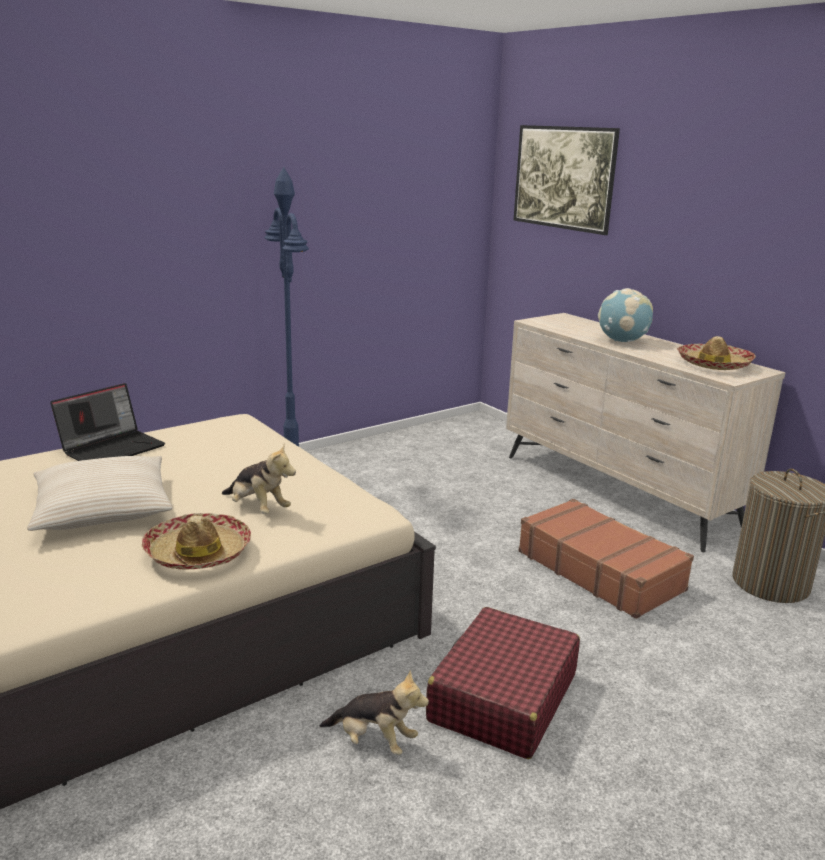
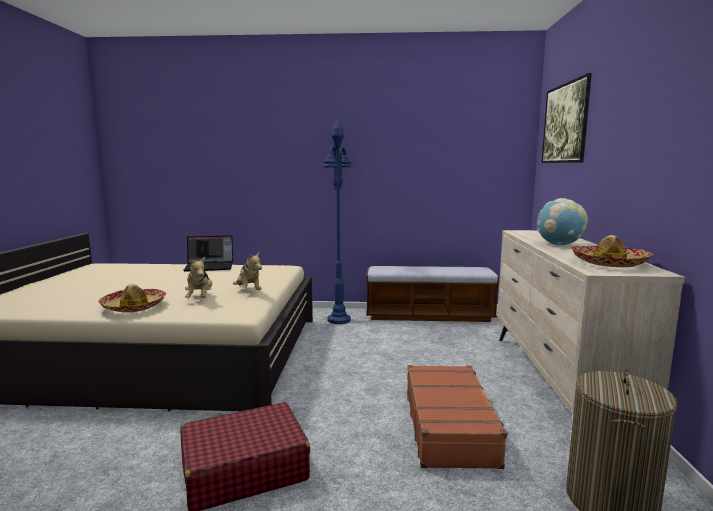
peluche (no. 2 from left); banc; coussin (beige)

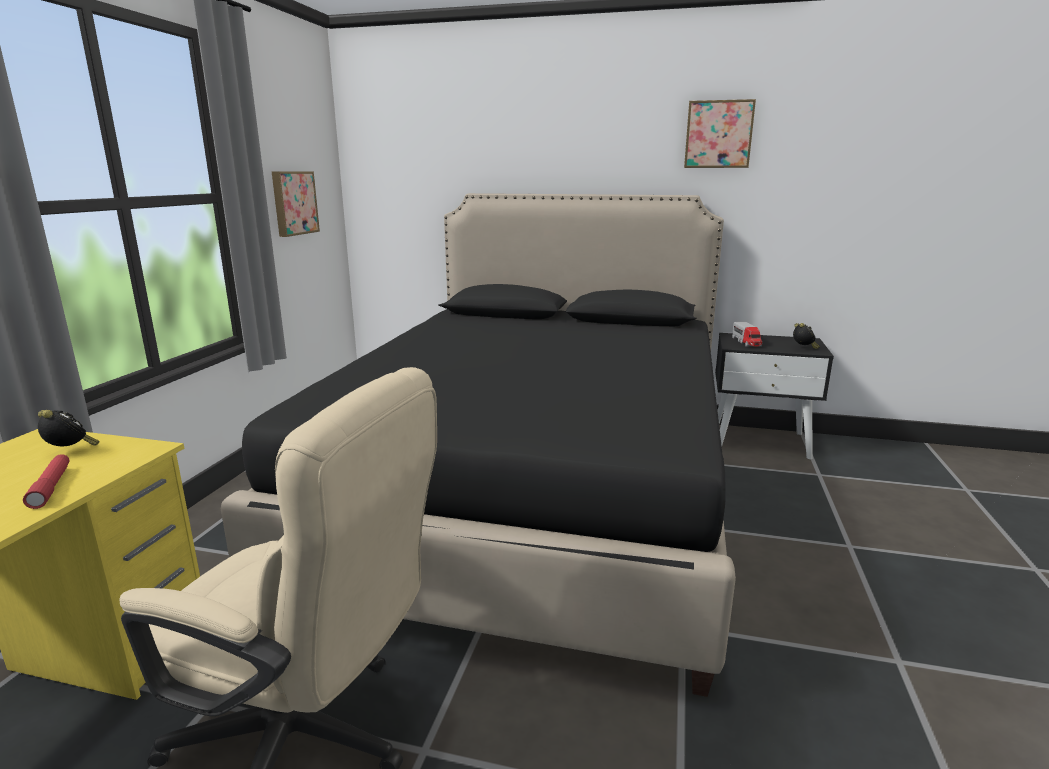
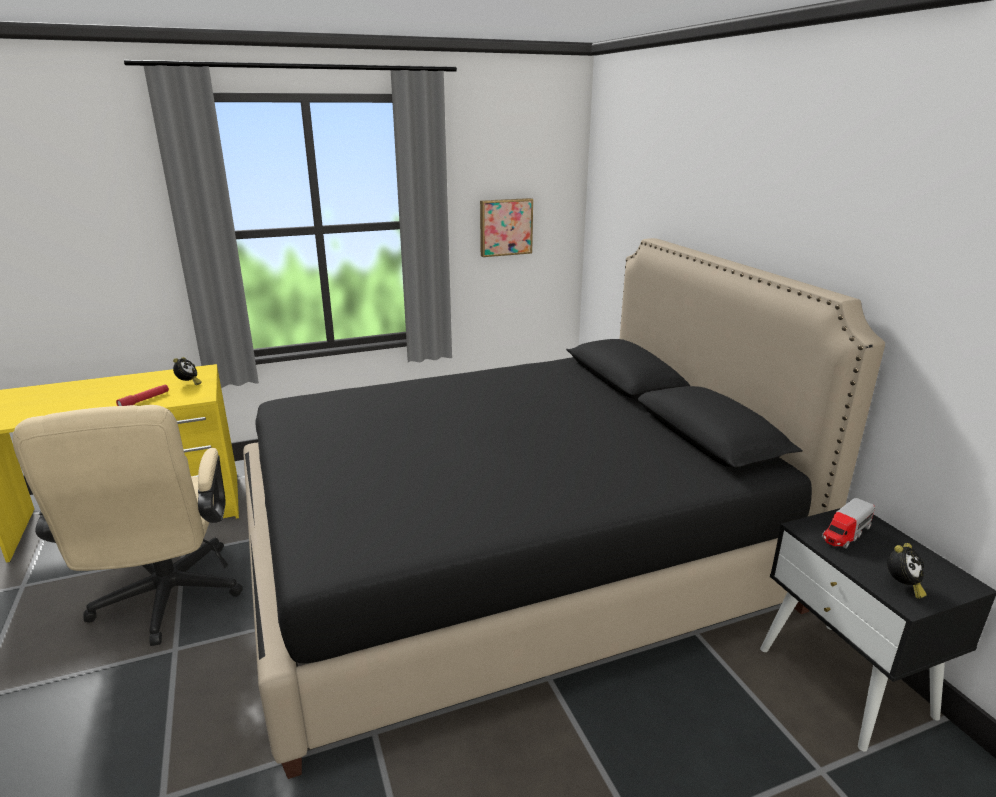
tableau (no. 2 from left in the first image)

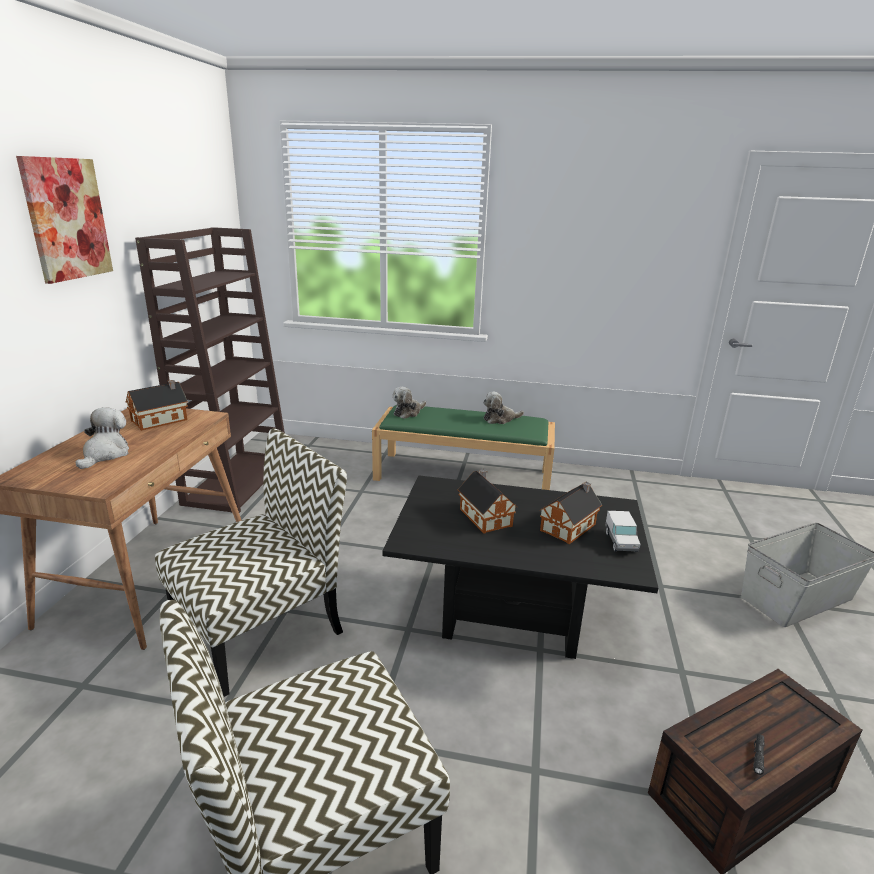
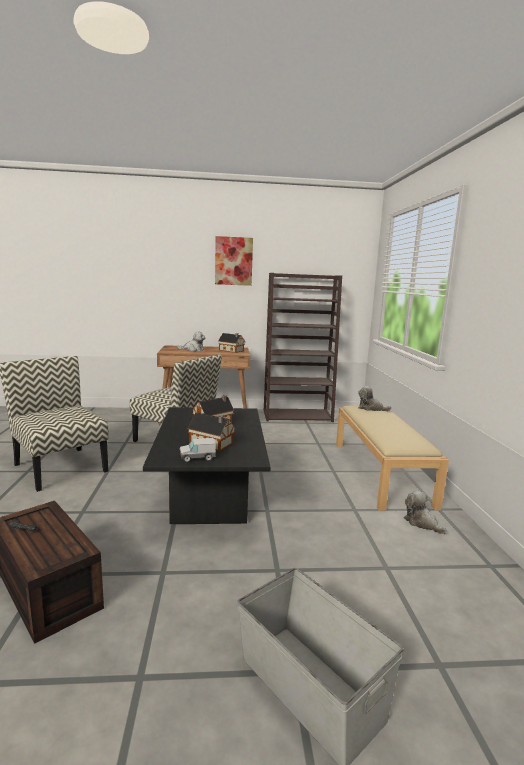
banc (beige); peluche (no. 3 from left)

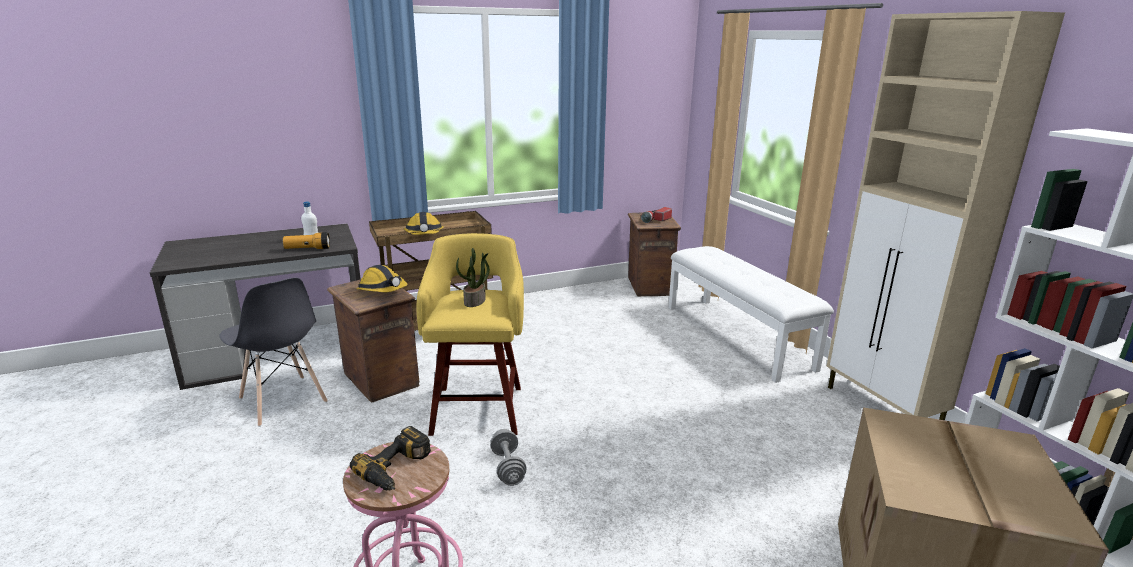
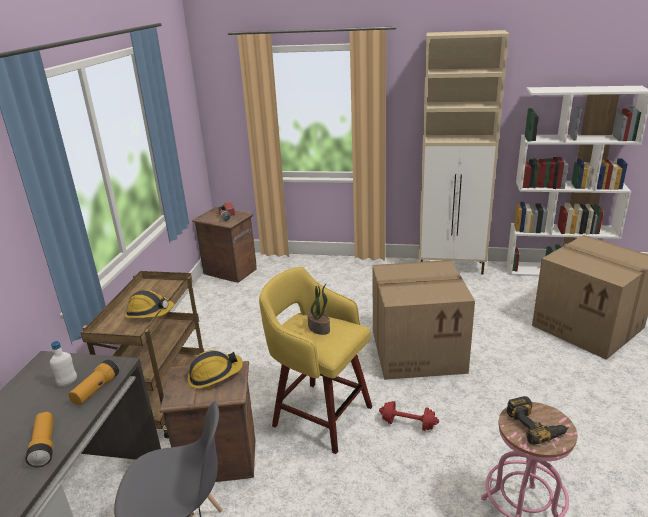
lampe de poche (no. 1 from left); carton (no. 1 from left); haltère (rouge); banc (blanc)

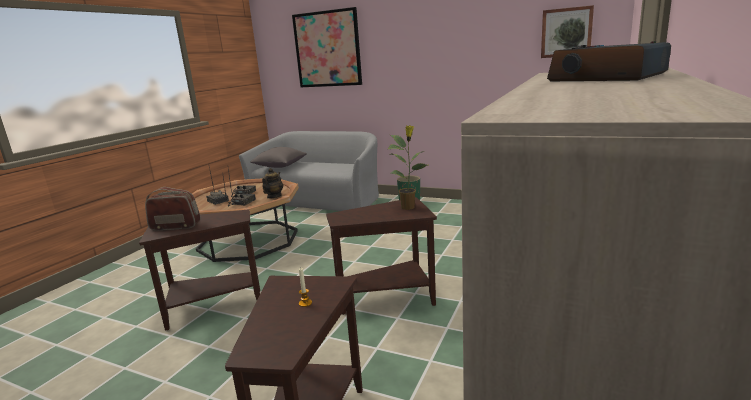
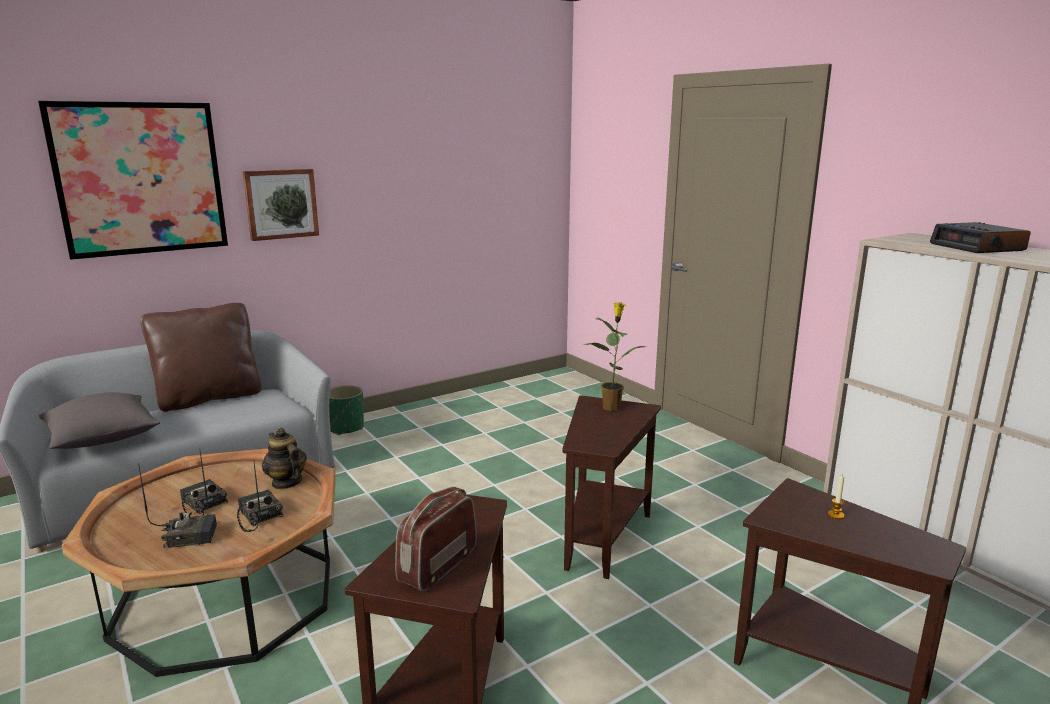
coussin (marron); tableau (no. 2 from left)

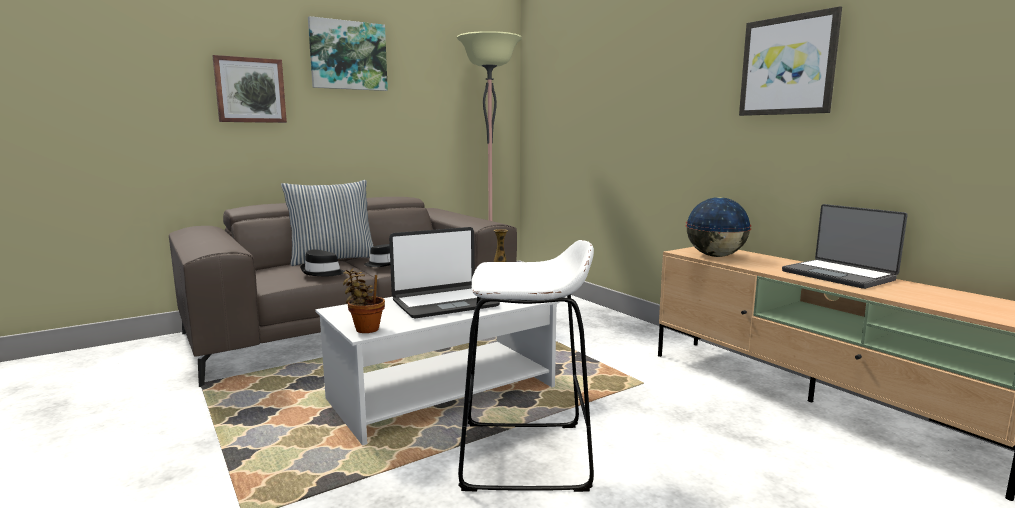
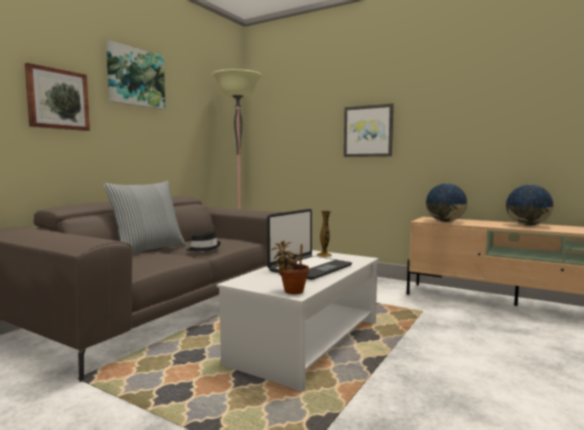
tableau (no. 3 from left); globe (no. 2 from left); chapeau (noir) (no. 1 from left in the first image); tabouret (blanc)

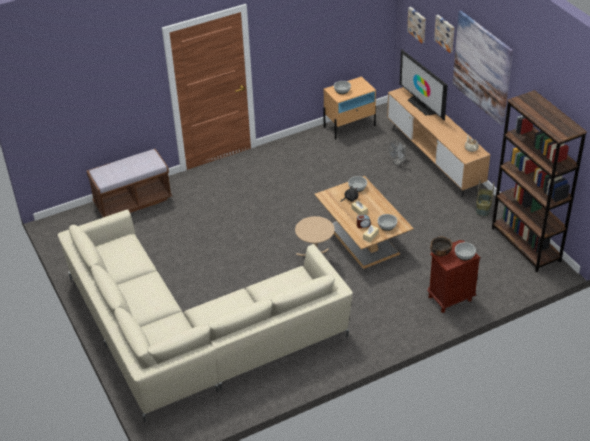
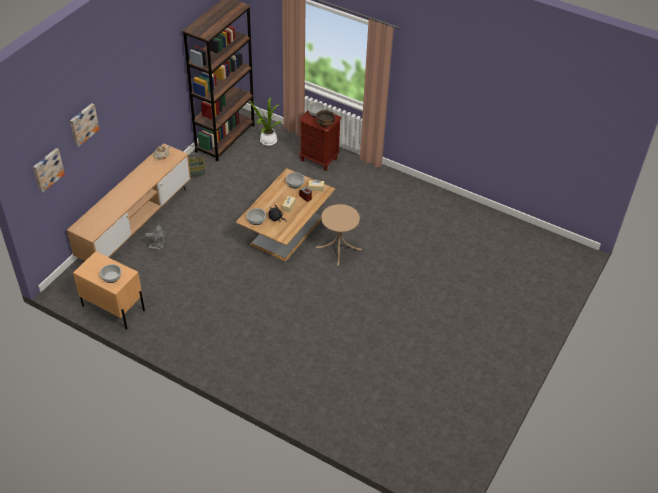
plante en pot; canapé (beige); banc (marron); téléviseur; tableau (no. 3 from left in the first image)

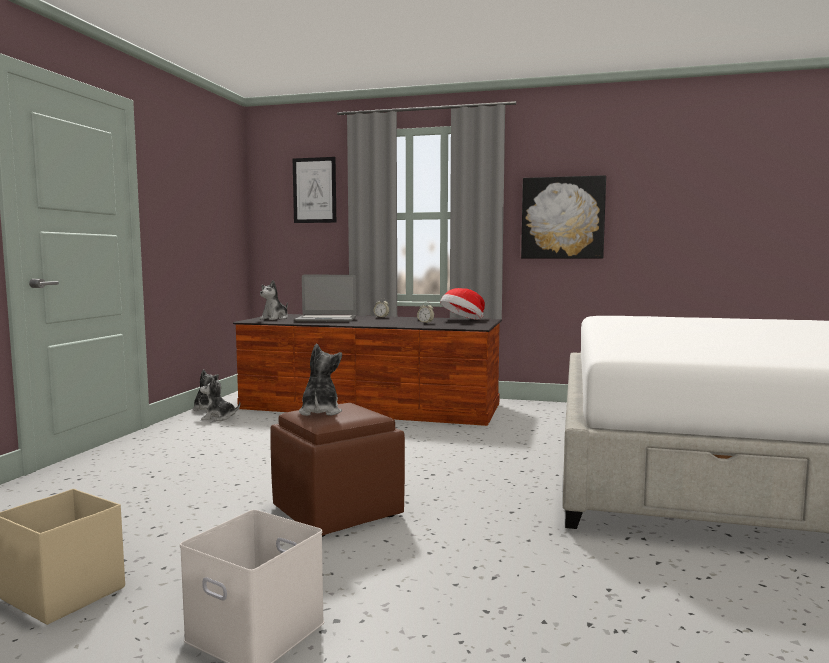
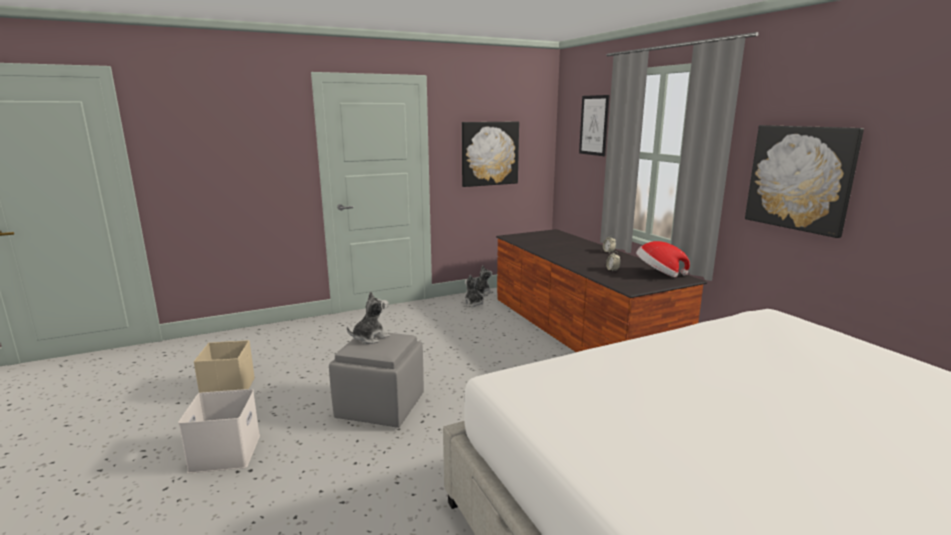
pouf (gris); tableau (no. 1 from left); peluche (no. 3 from left in the first image); ordinateur portable

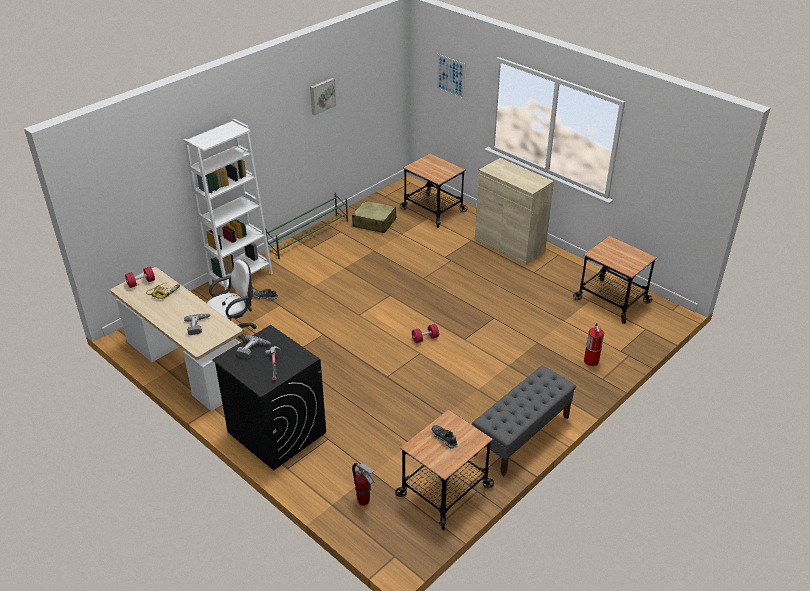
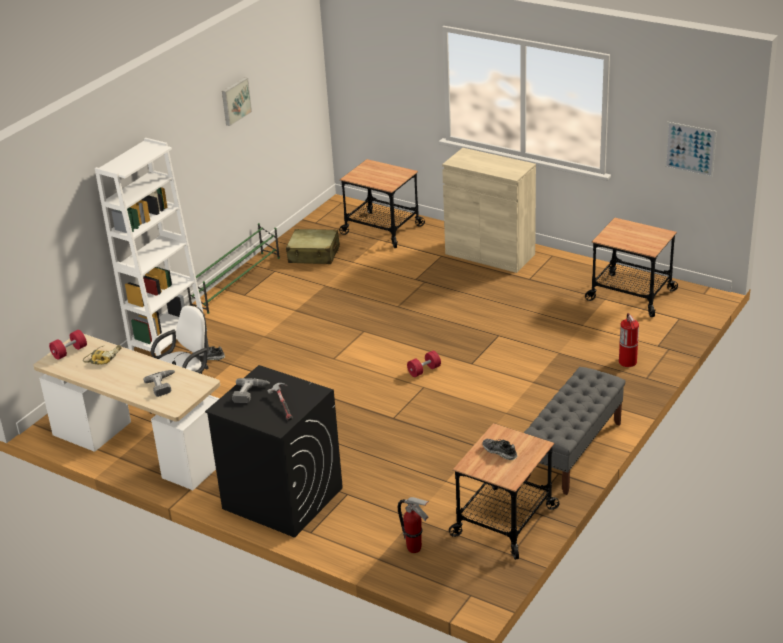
tableau (no. 2 from left)

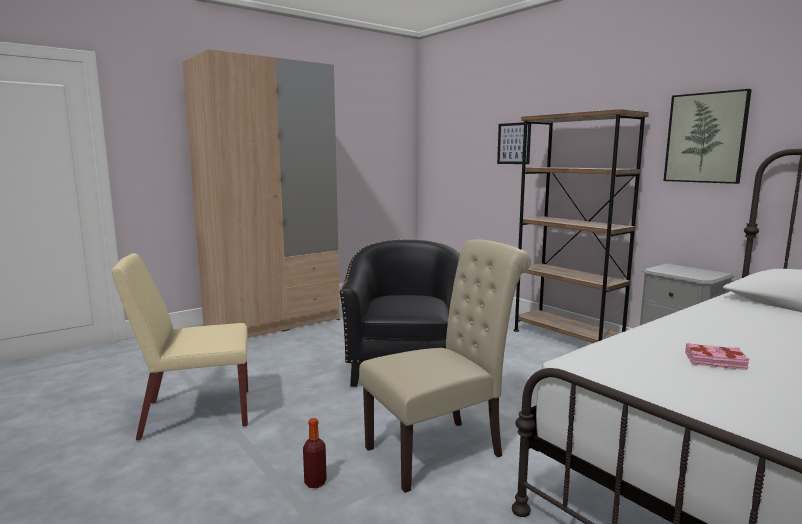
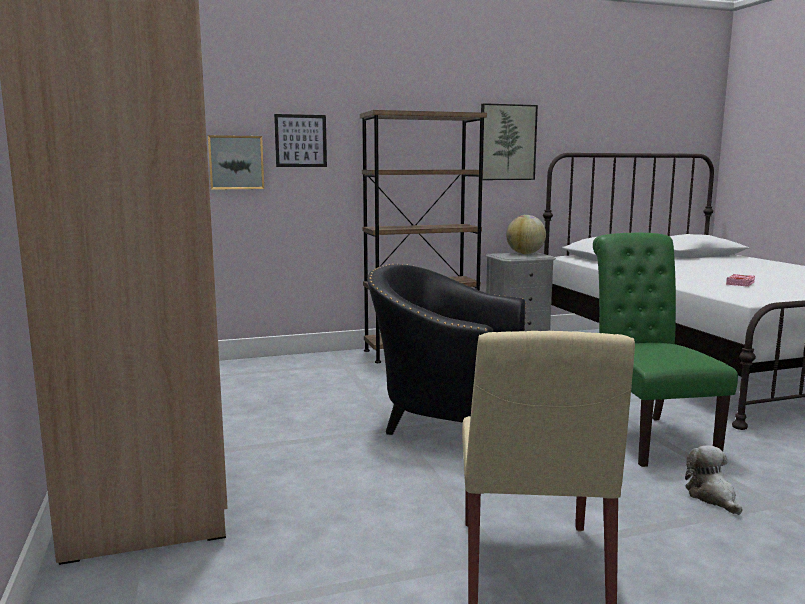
tableau (no. 1 from left); globe; chaise (vert); peluche

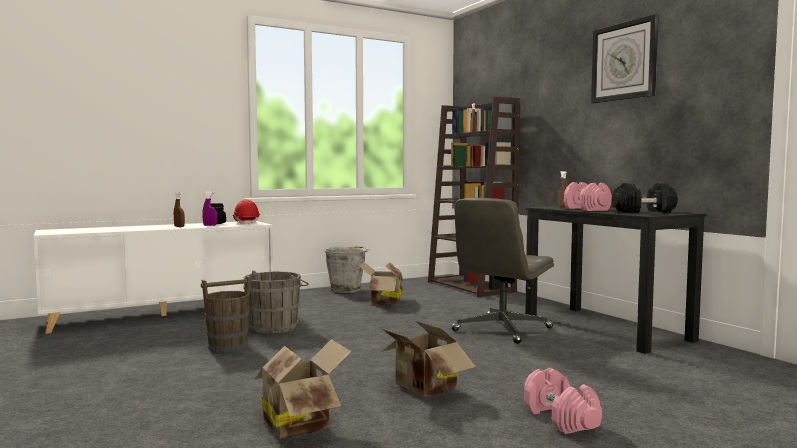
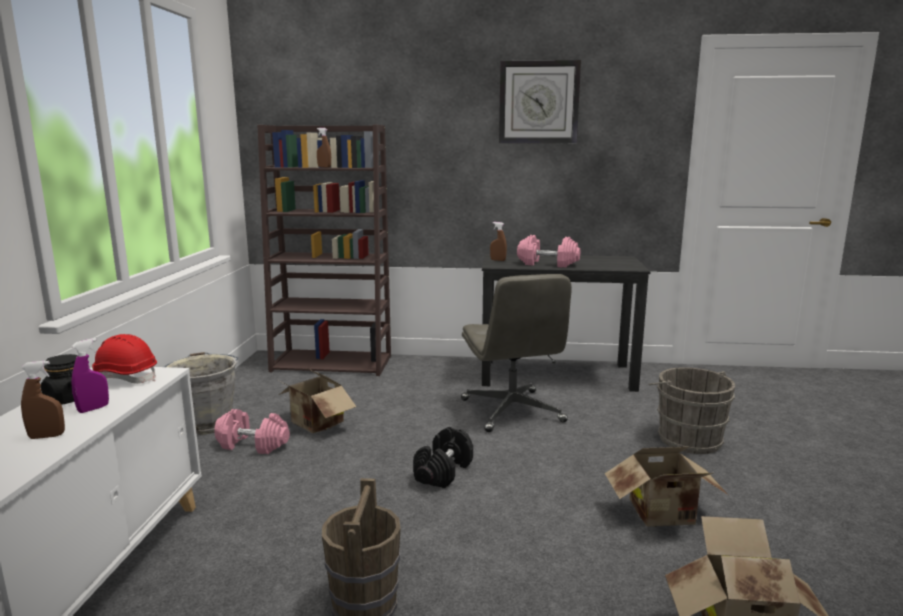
haltère (rose) (no. 1 from left); haltère (noir); seau (gris) (no. 2 from left)

